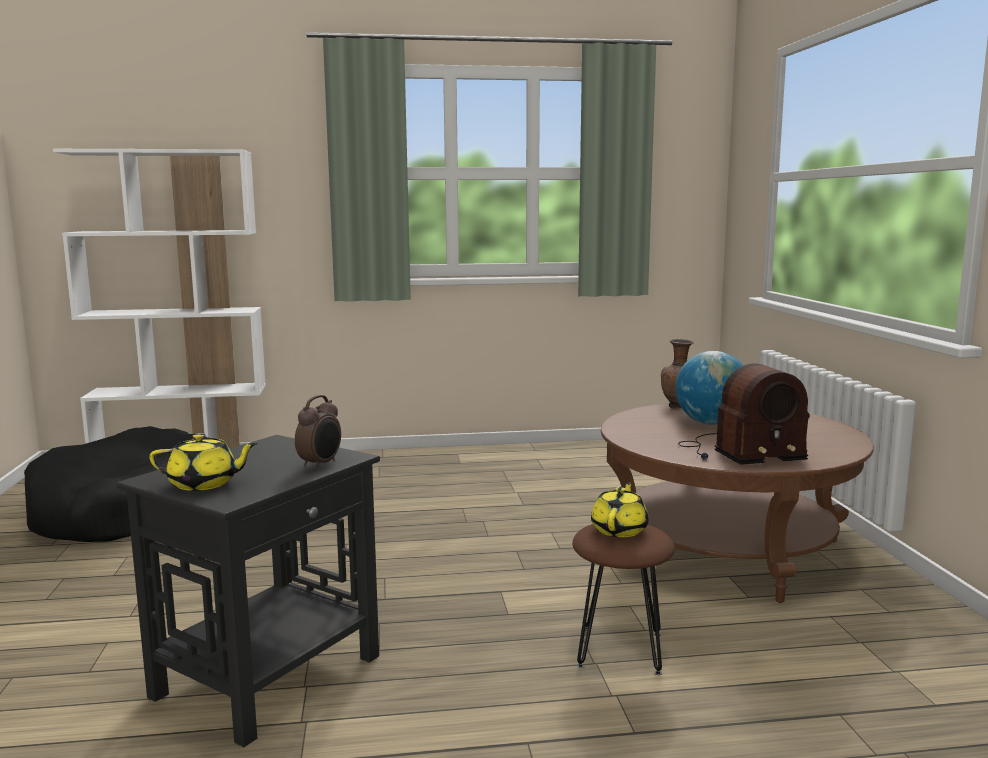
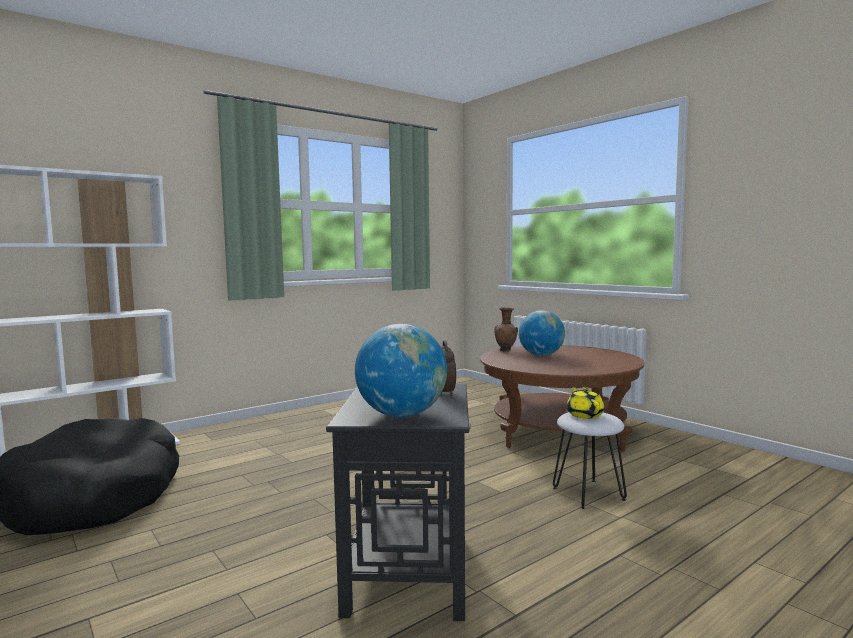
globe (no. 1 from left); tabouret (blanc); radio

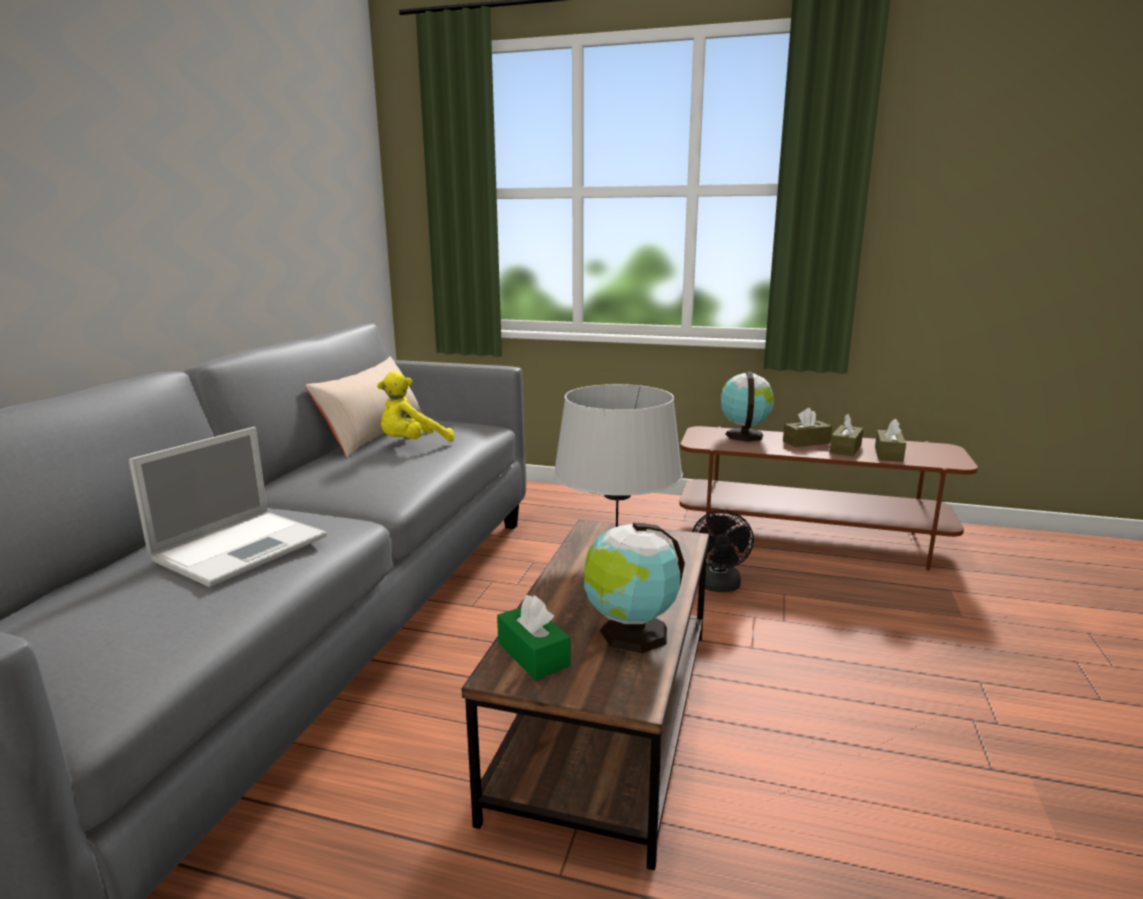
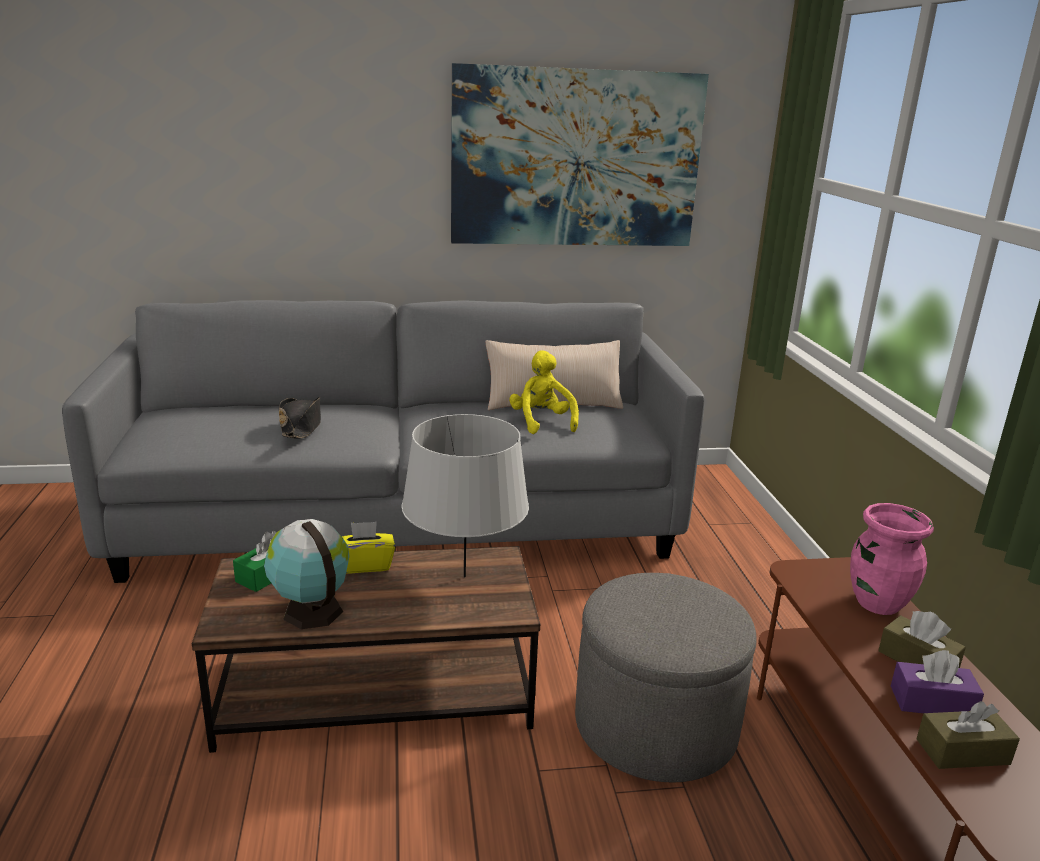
chapeau (noir); boîte à mouchoirs (jaune); tableau; peluche (jaune); pouf (gris); vase (rose); boîte à mouchoirs (violet)

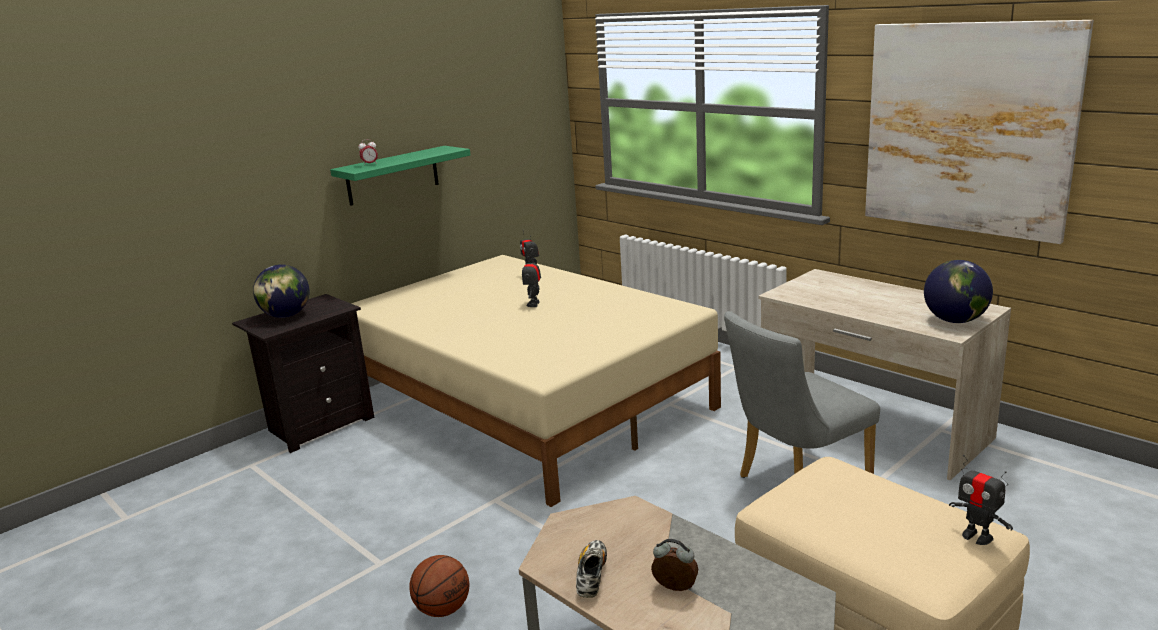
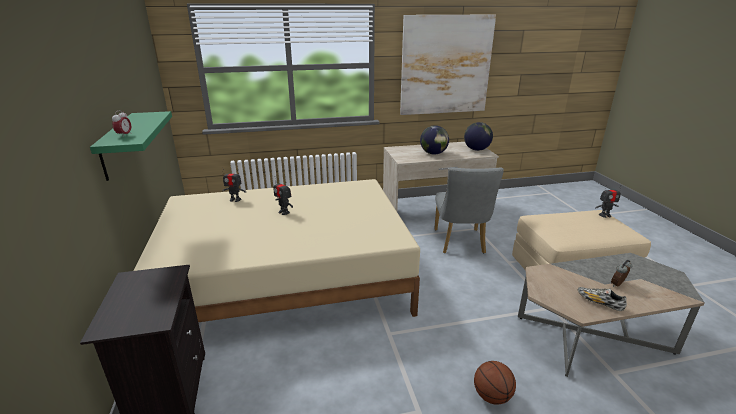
globe (no. 1 from left)

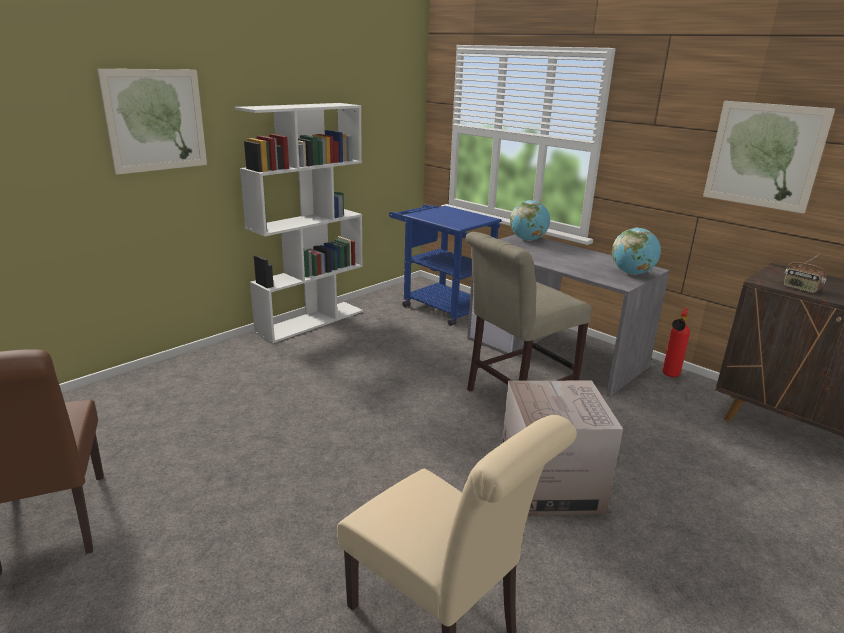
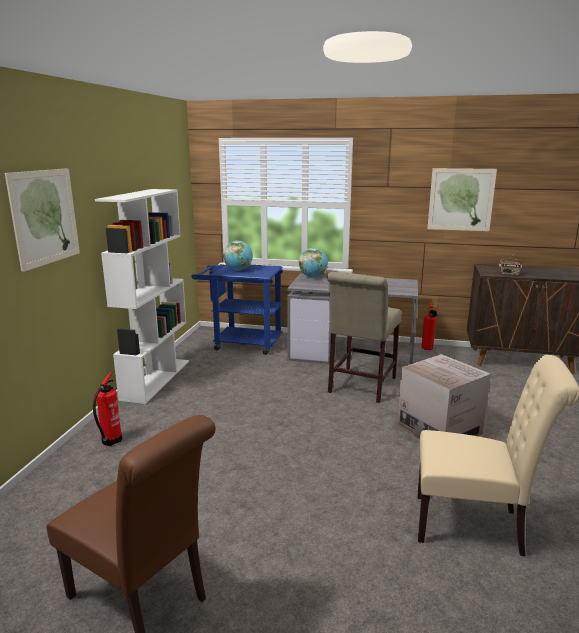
extincteur (no. 1 from left); globe (no. 1 from left)

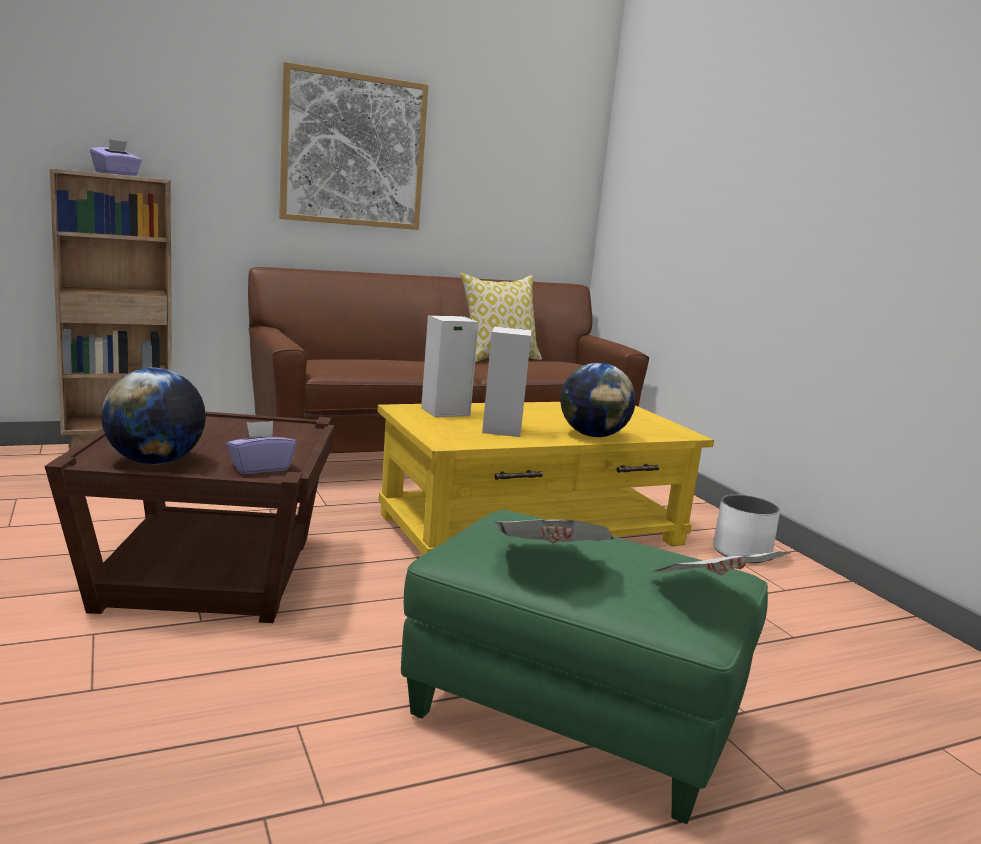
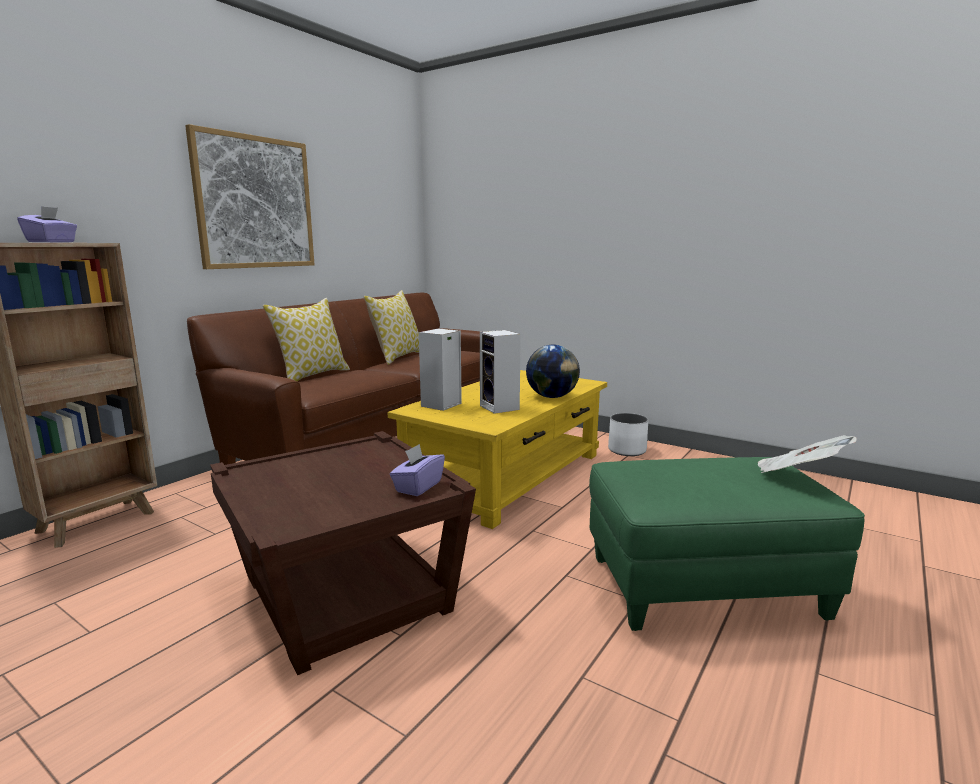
coussin (no. 1 from left); globe (no. 1 from left in the first image); journal (no. 1 from left in the first image)

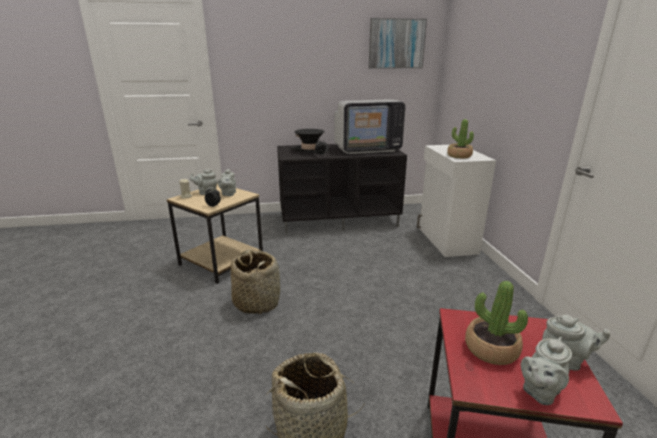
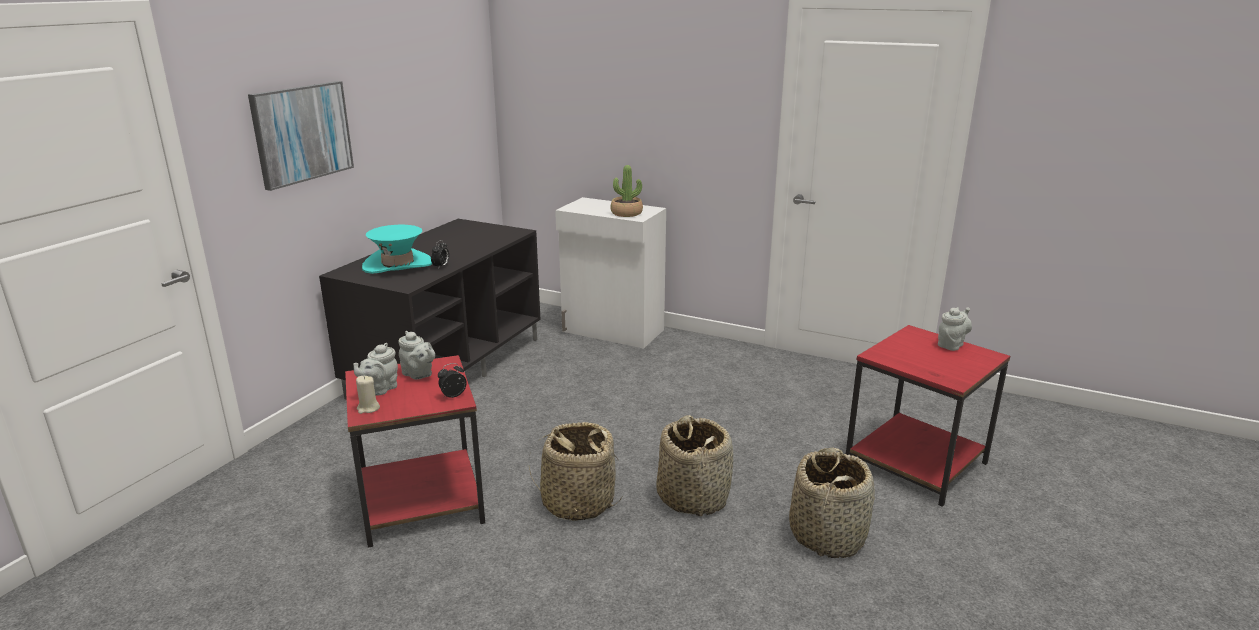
tableau; table d'appoint (rouge) (no. 1 from left); chapeau (turquoise); panier (no. 2 from left); téléviseur; plante en pot (no. 2 from left in the first image); théière (gris) (no. 3 from left in the first image)

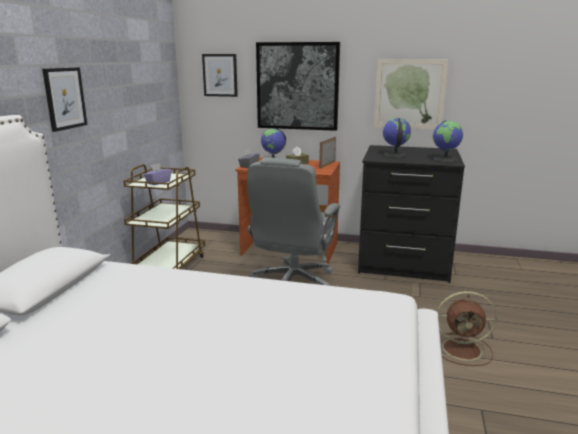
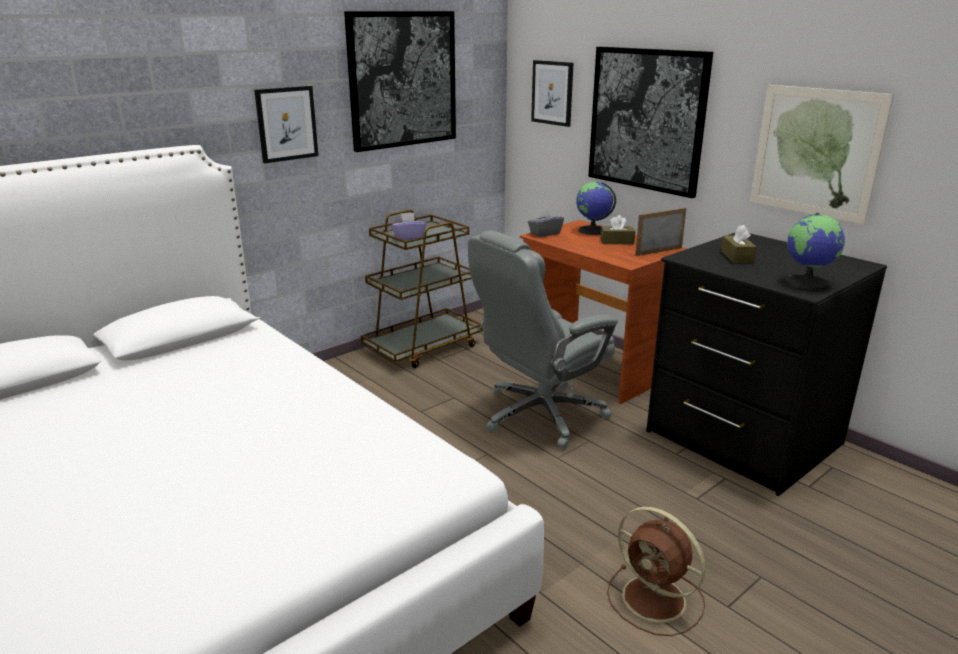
tableau (no. 2 from left); boîte à mouchoirs (marron) (no. 2 from left)

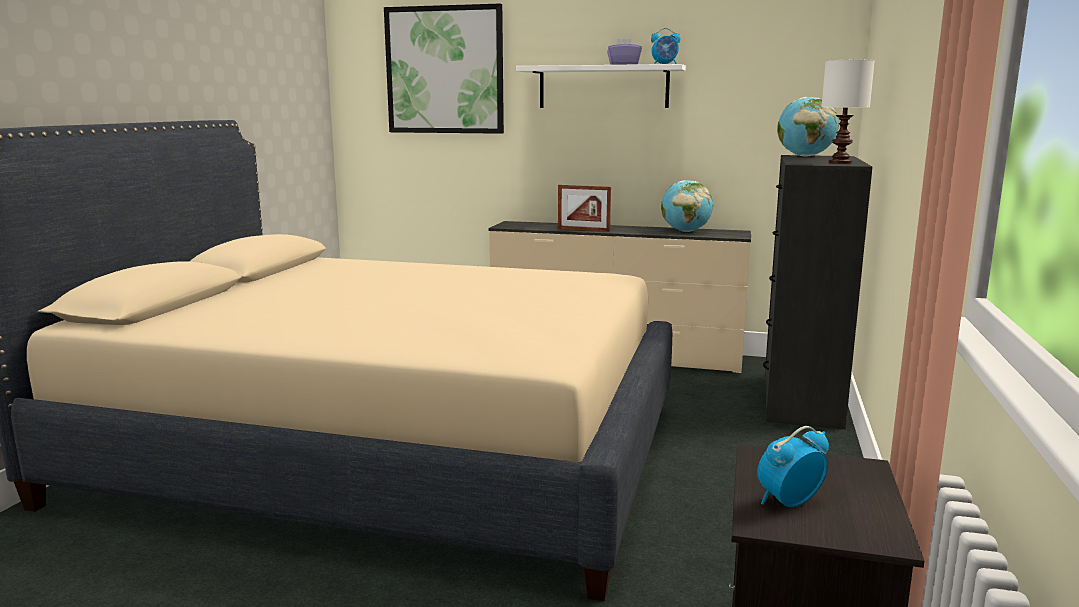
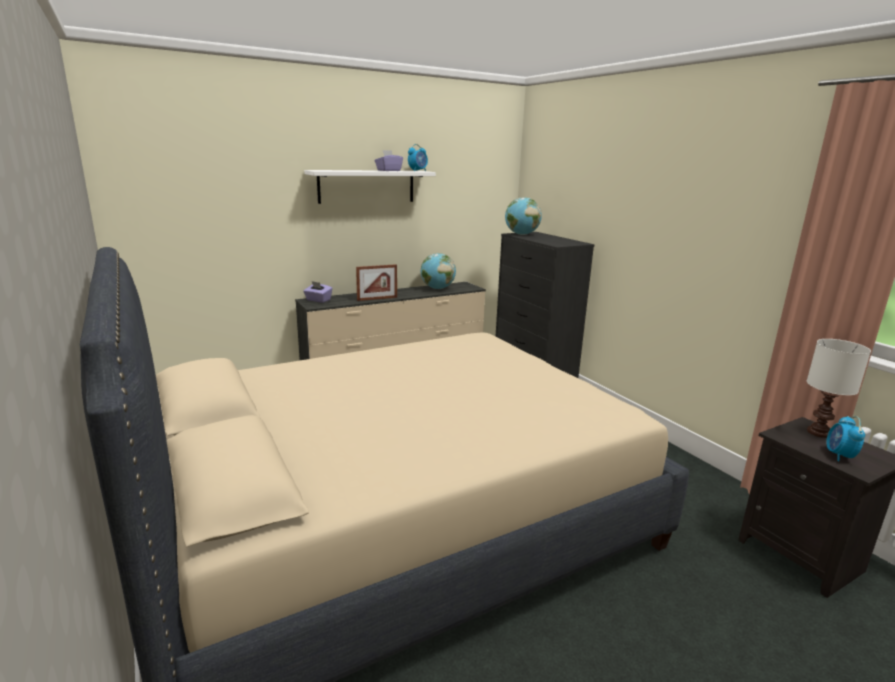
boîte à mouchoirs (violet) (no. 1 from left); lampe de table (blanc); tableau

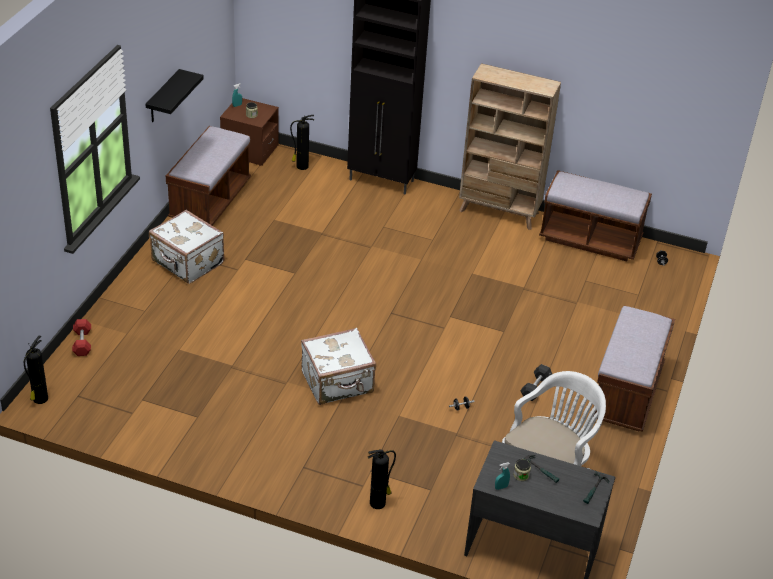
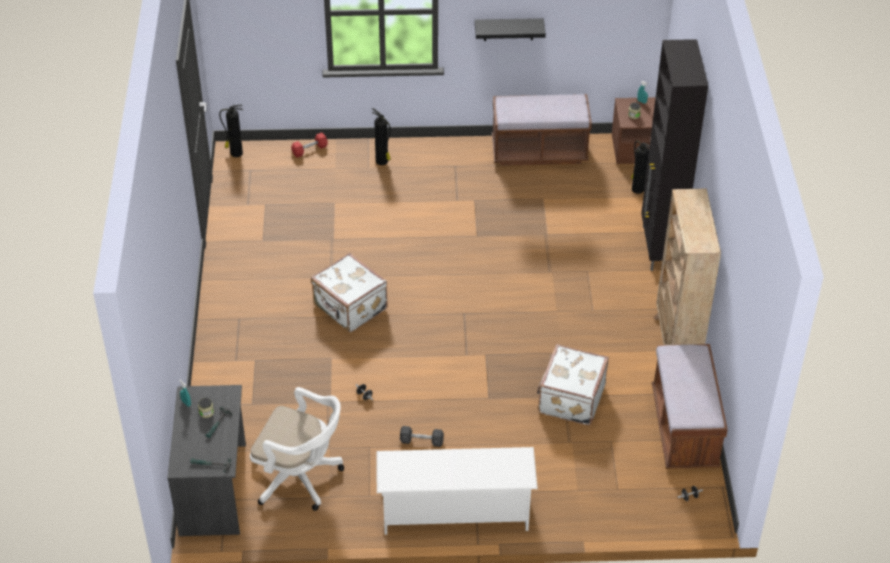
extincteur (no. 2 from left); étagère à chaussures (blanc); valise (blanc) (no. 2 from left)

